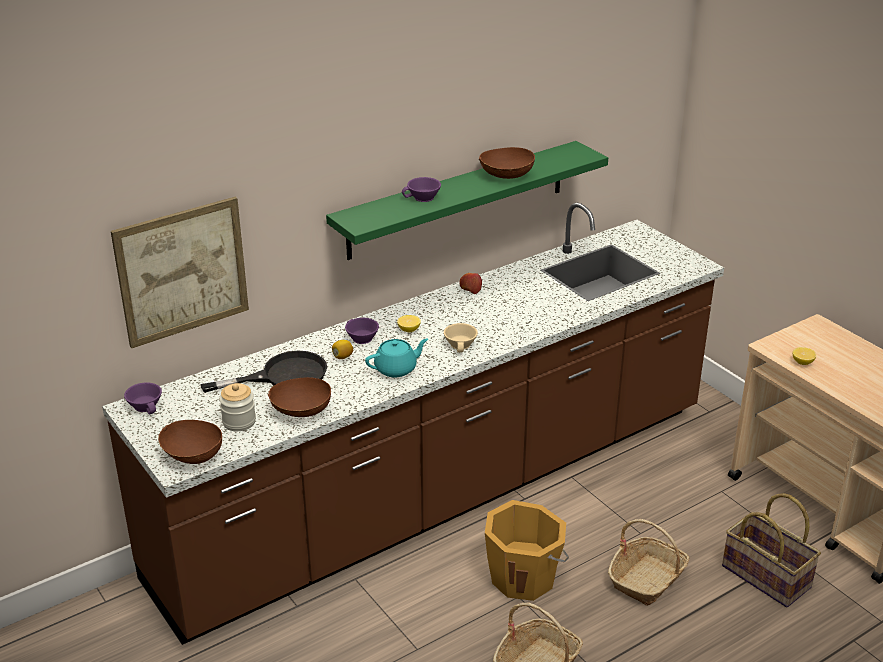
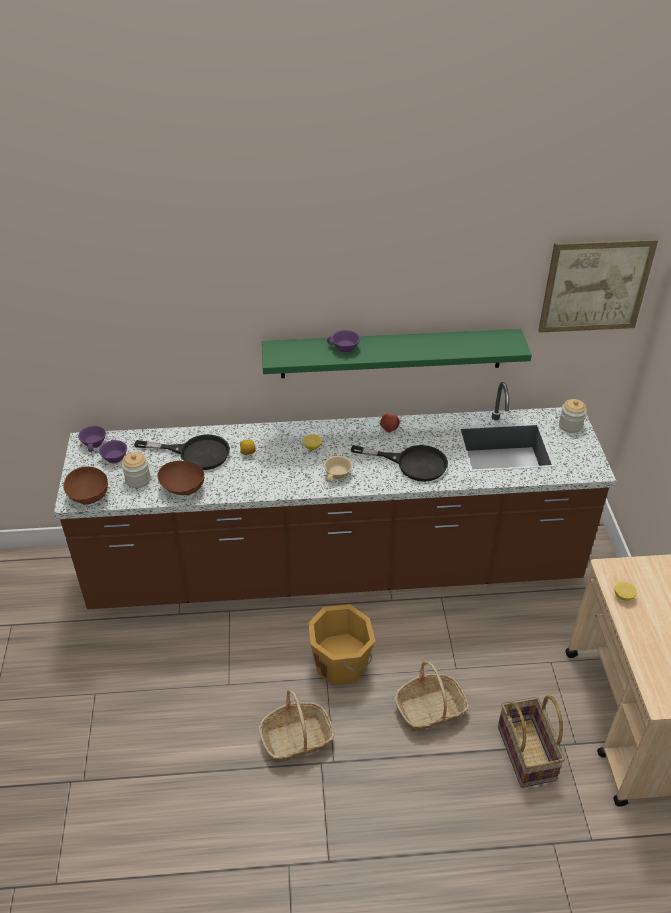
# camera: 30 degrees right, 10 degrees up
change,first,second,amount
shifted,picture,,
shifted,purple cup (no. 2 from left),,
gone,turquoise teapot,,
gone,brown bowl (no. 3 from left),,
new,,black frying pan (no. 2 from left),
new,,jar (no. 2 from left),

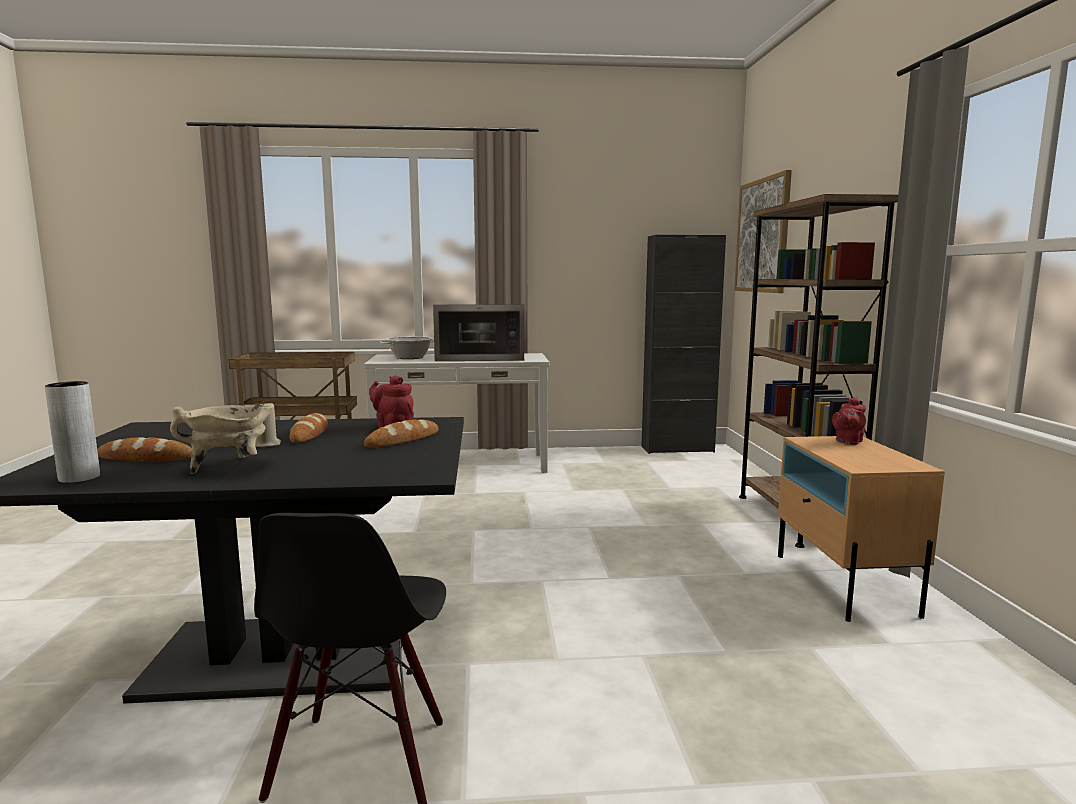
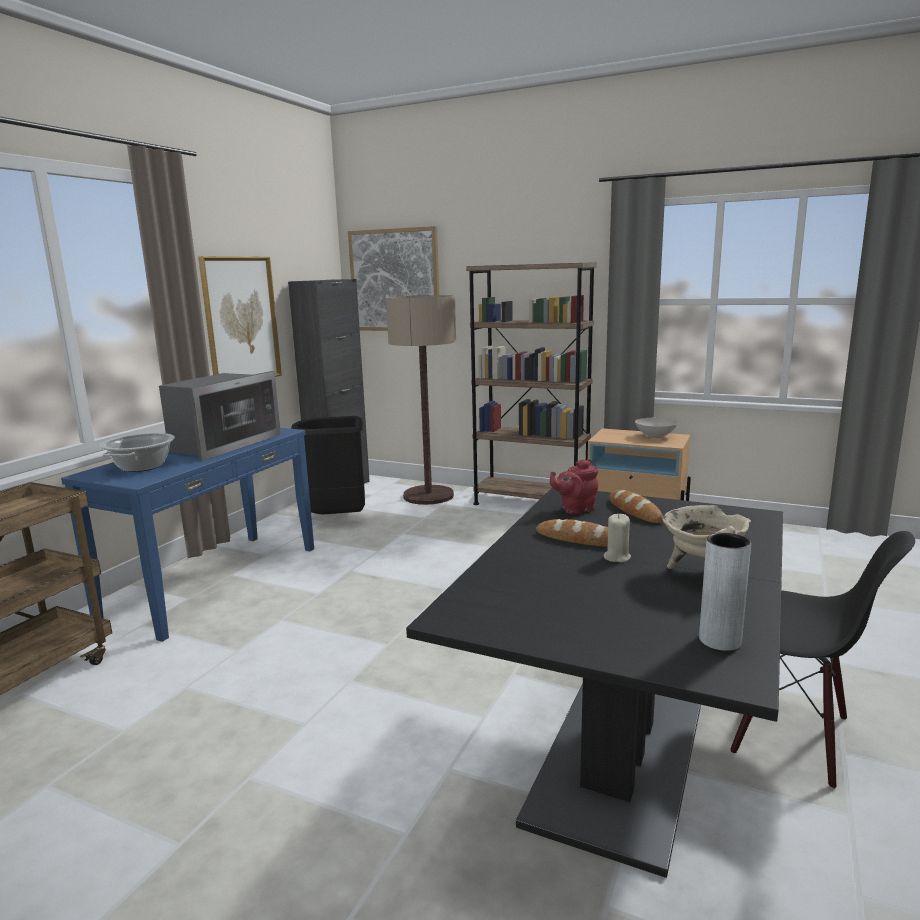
# camera: 60 degrees left, 5 degrees up
change,first,second,amount
gone,bread (no. 1 from left),,
repainted,white console table,blue console table,
gone,red teapot (no. 2 from left),,
new,,picture (no. 1 from left),
new,,black trash can,
new,,floor lamp,
new,,white bowl,

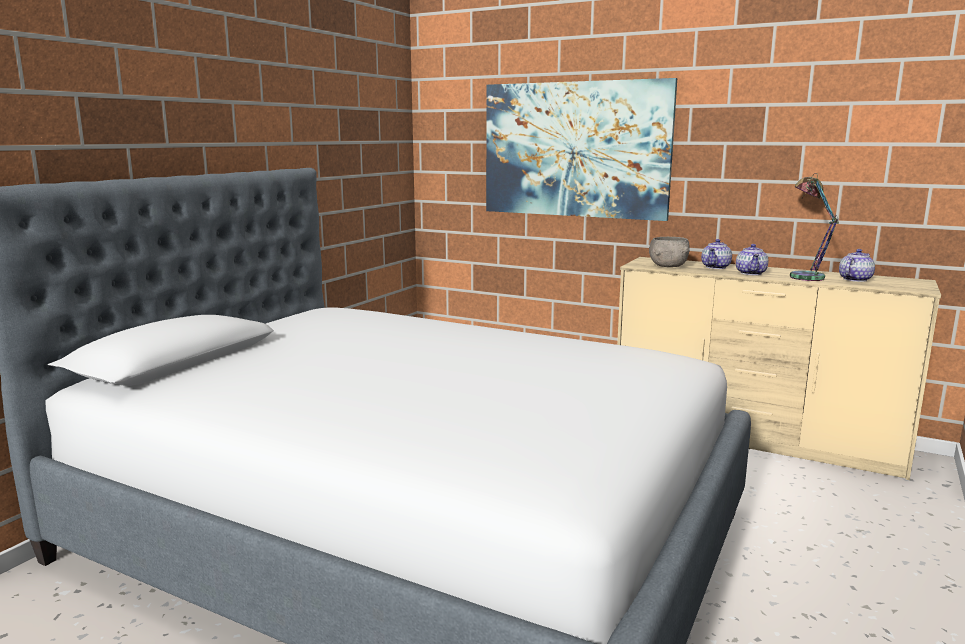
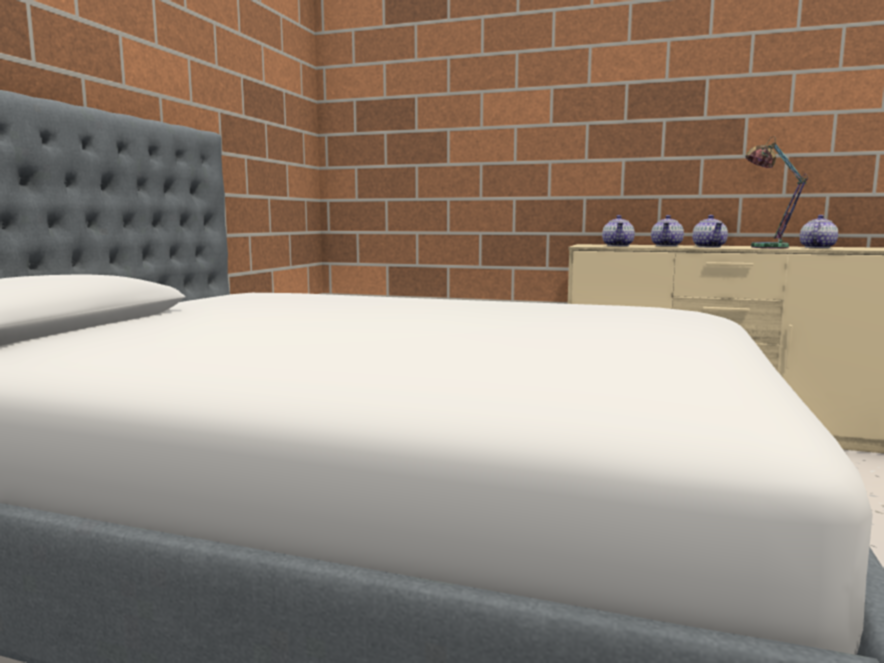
# camera: 10 degrees left, 5 degrees down
change,first,second,amount
gone,picture,,
swapped,grey bowl,teapot (no. 1 from left),

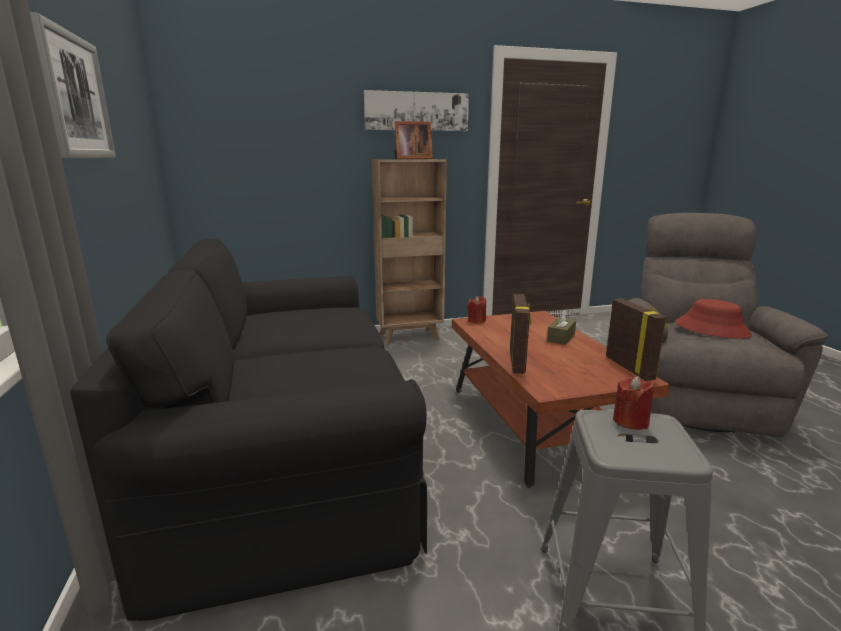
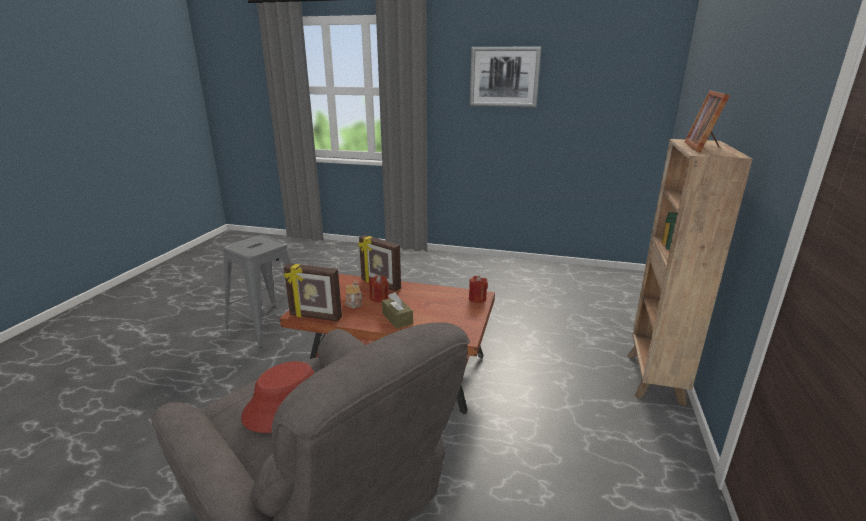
# camera: 120 degrees right, 5 degrees up
change,first,second,amount
gone,black sofa,,
gone,picture (no. 2 from left),,
shifted,red candle (no. 2 from left in the first image),red candle (no. 1 from left),
new,,teapot,

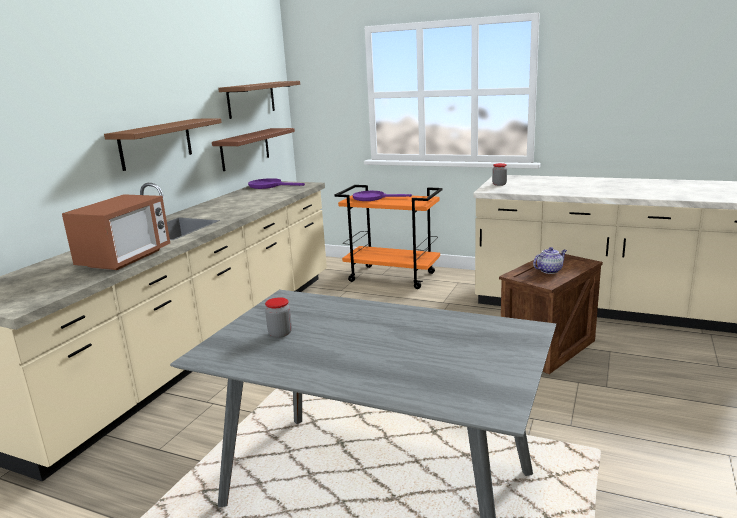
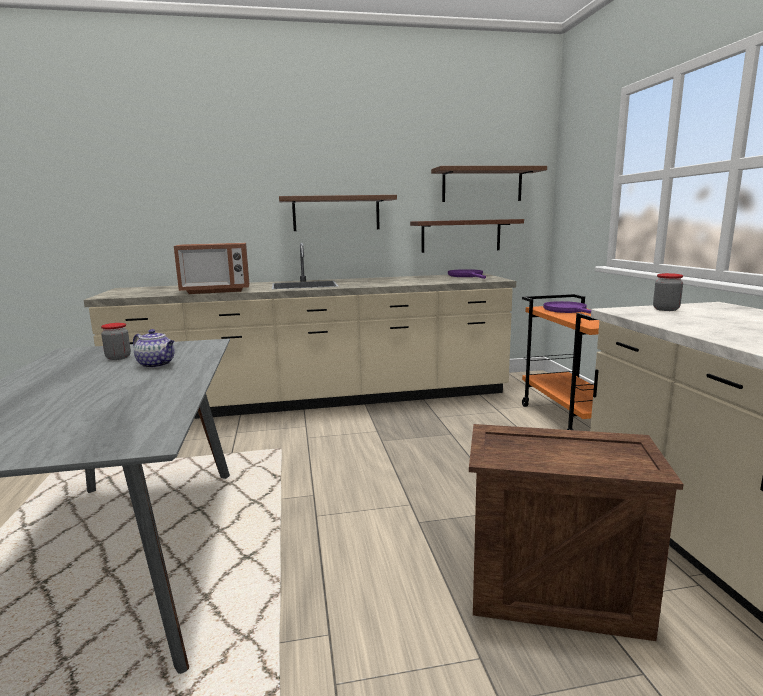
# camera: 55 degrees right, 5 degrees down
change,first,second,amount
shifted,teapot,,

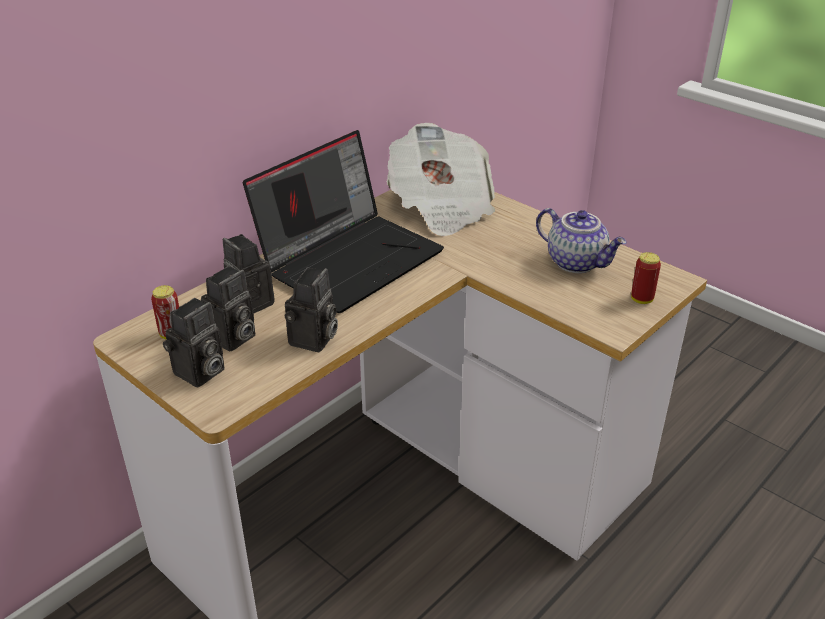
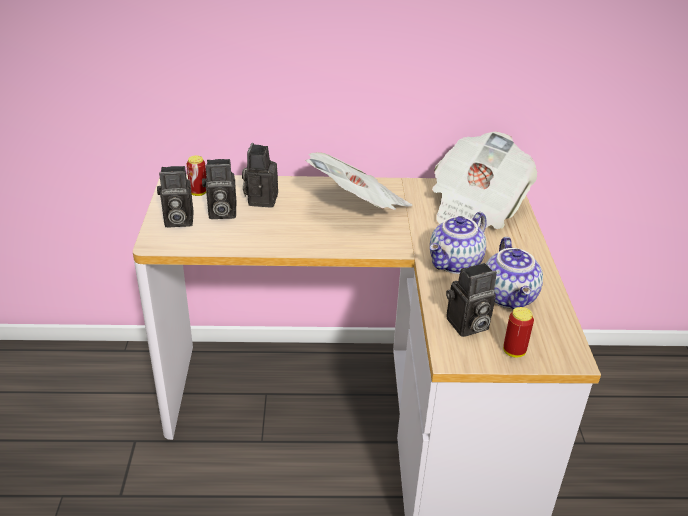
# camera: 45 degrees right, 0 degrees up
change,first,second,amount
swapped,laptop,newspaper (no. 1 from left),
shifted,photo camera (no. 4 from left),,
new,,teapot (no. 1 from left),

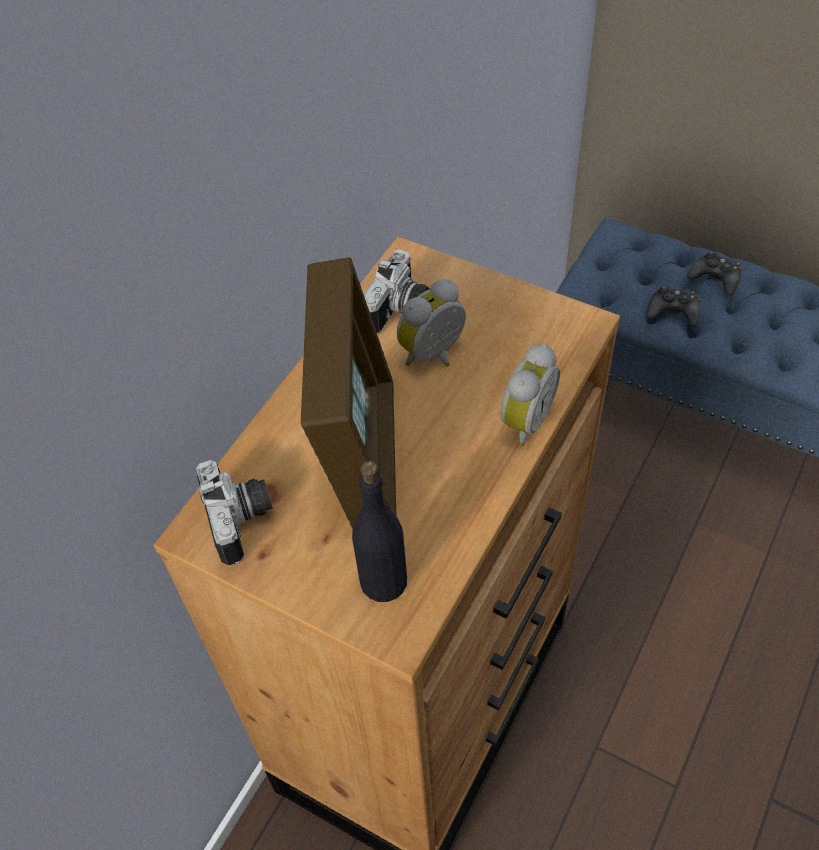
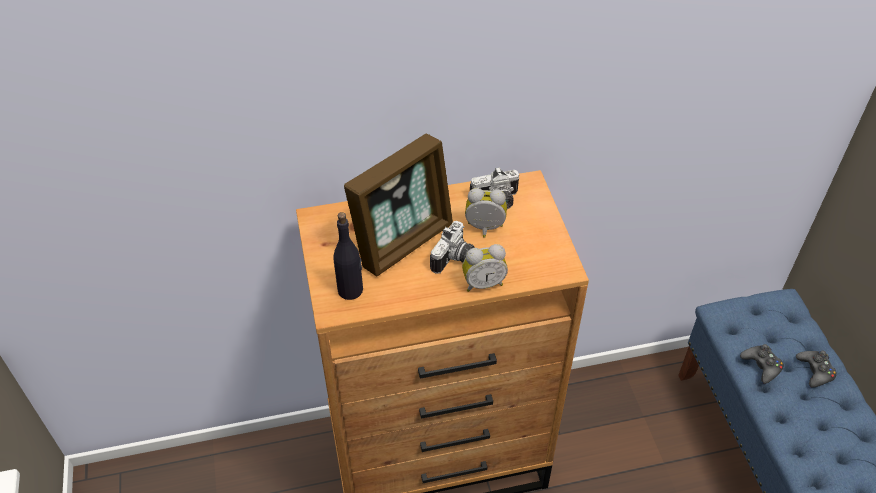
# camera: 45 degrees right, 5 degrees down
change,first,second,amount
shifted,photo camera (no. 1 from left),,

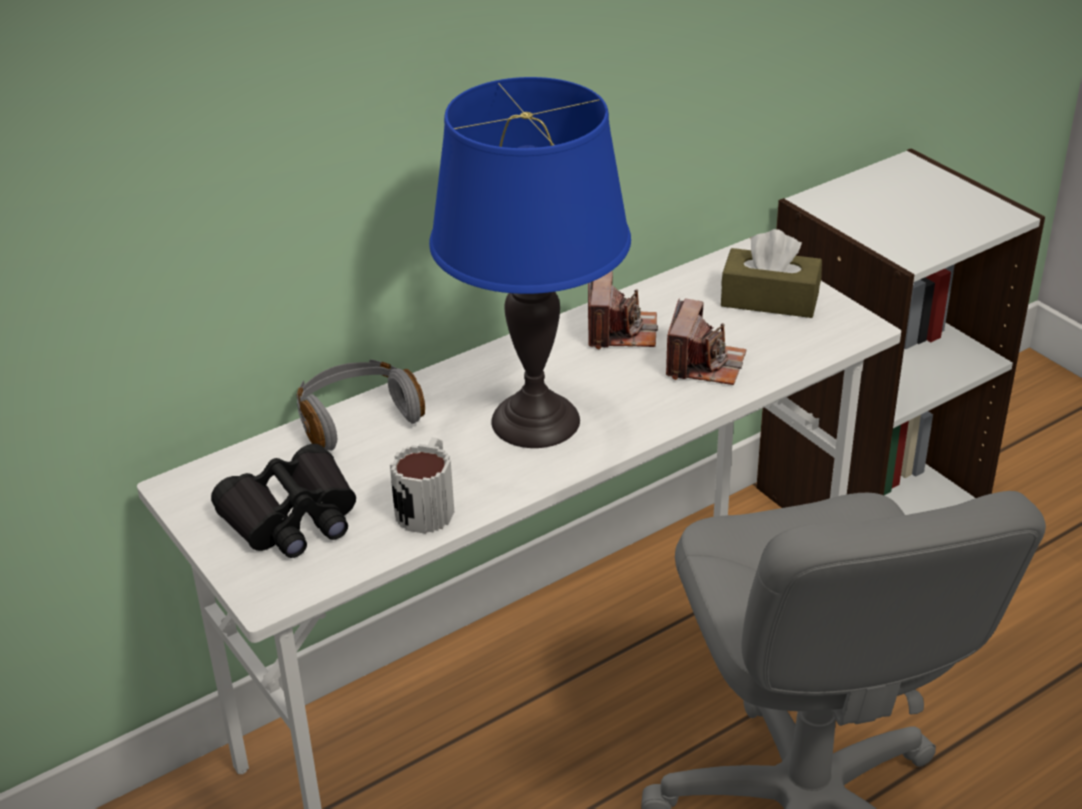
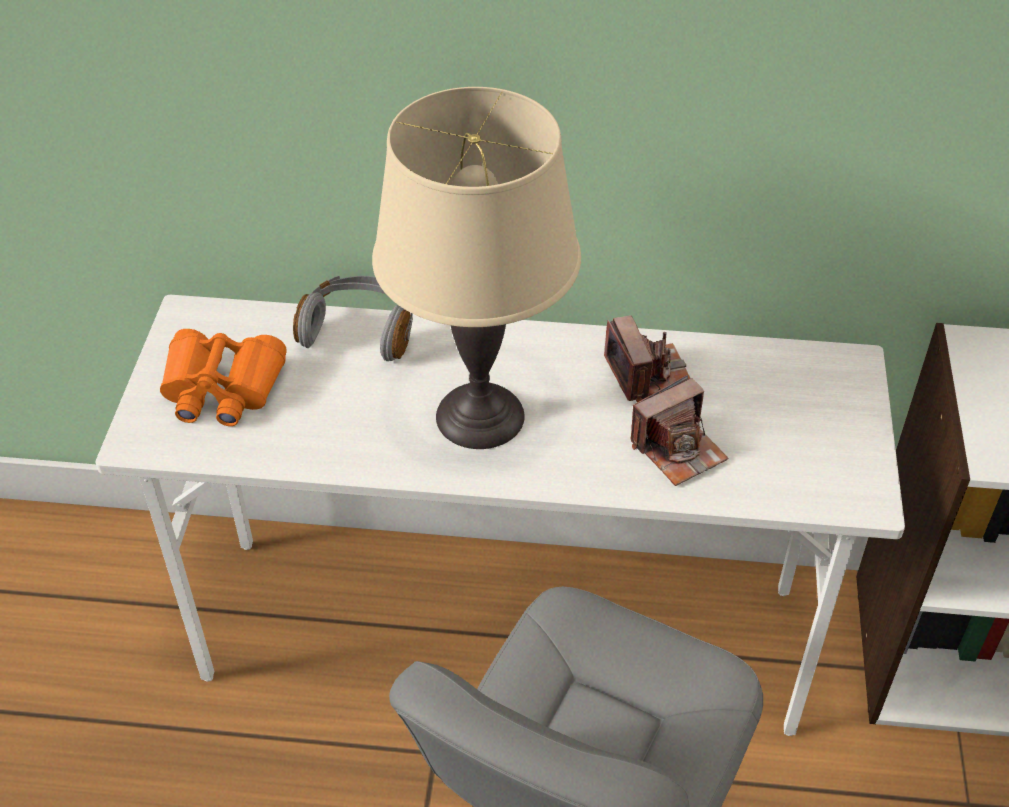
# camera: 40 degrees right, 10 degrees up
change,first,second,amount
repainted,black binoculars,orange binoculars,
gone,mug,,
repainted,blue table lamp,beige table lamp,
rotated,photo camera (no. 1 from left),,60 degrees counterclockwise
gone,brown tissue box,,

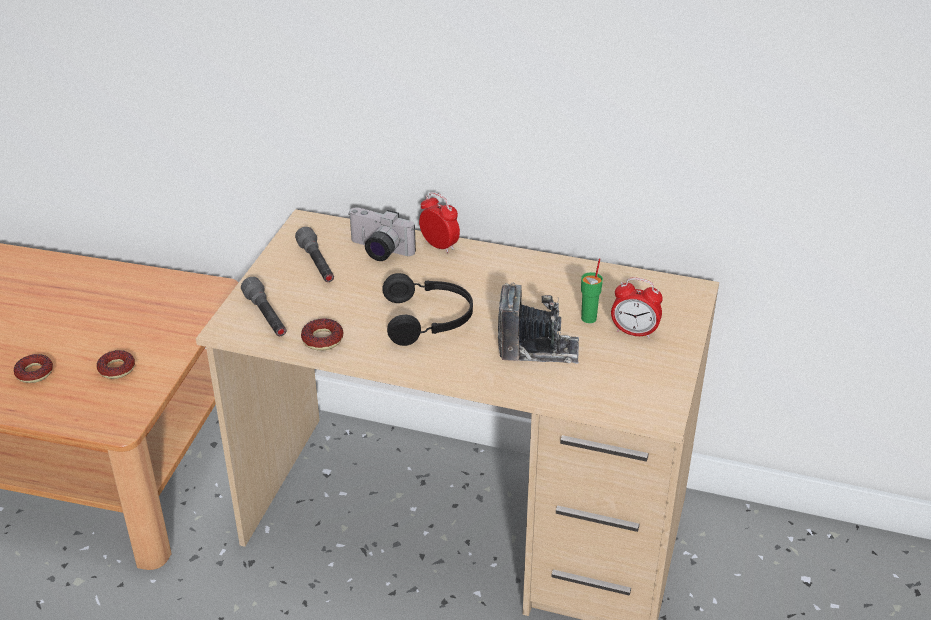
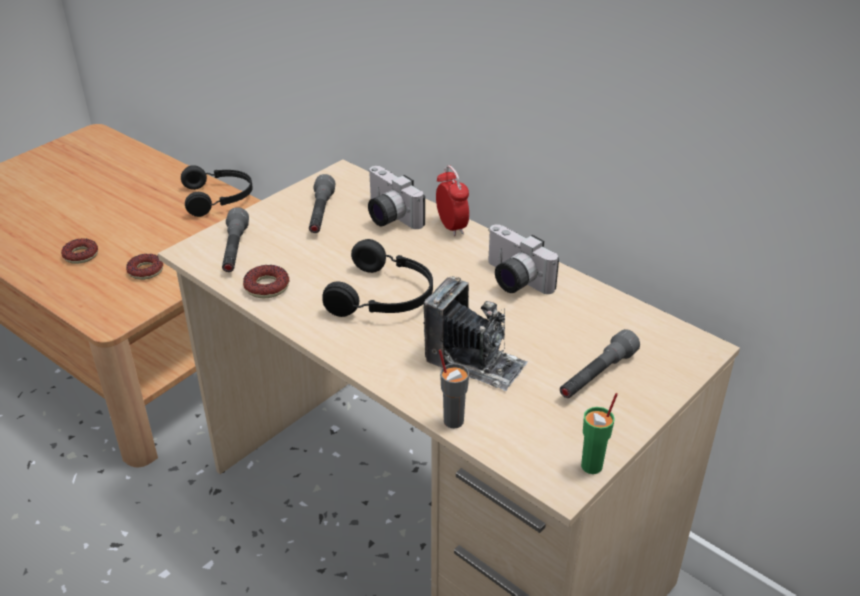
# camera: 25 degrees right, 0 degrees up
change,first,second,amount
shifted,green cup,,
swapped,alarm clock (no. 2 from left),grey flashlight (no. 3 from left),
new,,black headphones (no. 1 from left),
new,,grey cup,
new,,photo camera (no. 3 from left),

